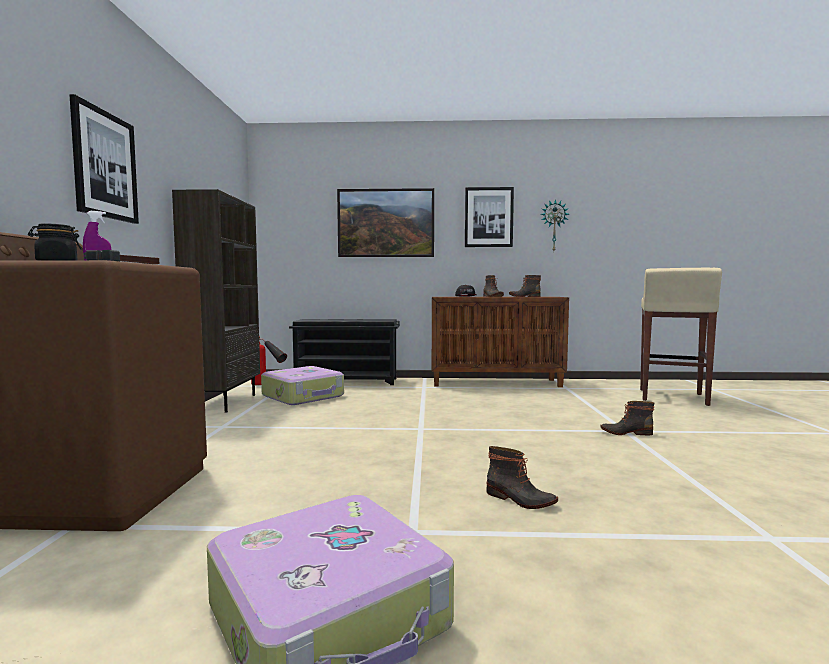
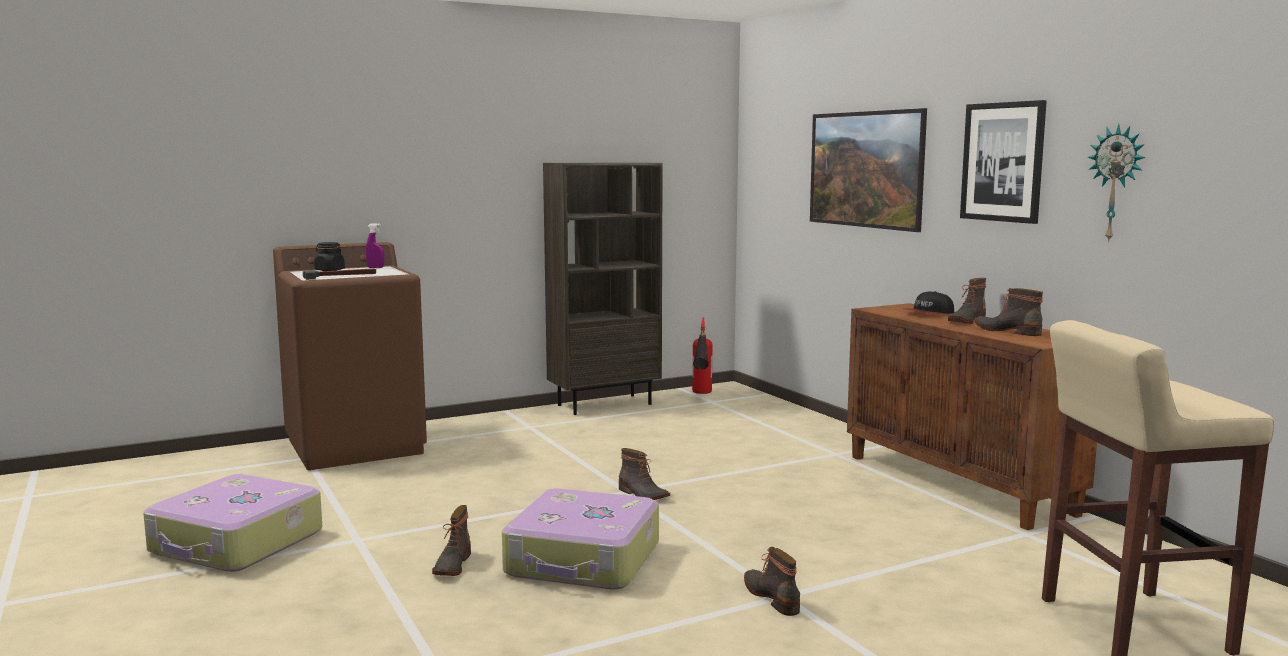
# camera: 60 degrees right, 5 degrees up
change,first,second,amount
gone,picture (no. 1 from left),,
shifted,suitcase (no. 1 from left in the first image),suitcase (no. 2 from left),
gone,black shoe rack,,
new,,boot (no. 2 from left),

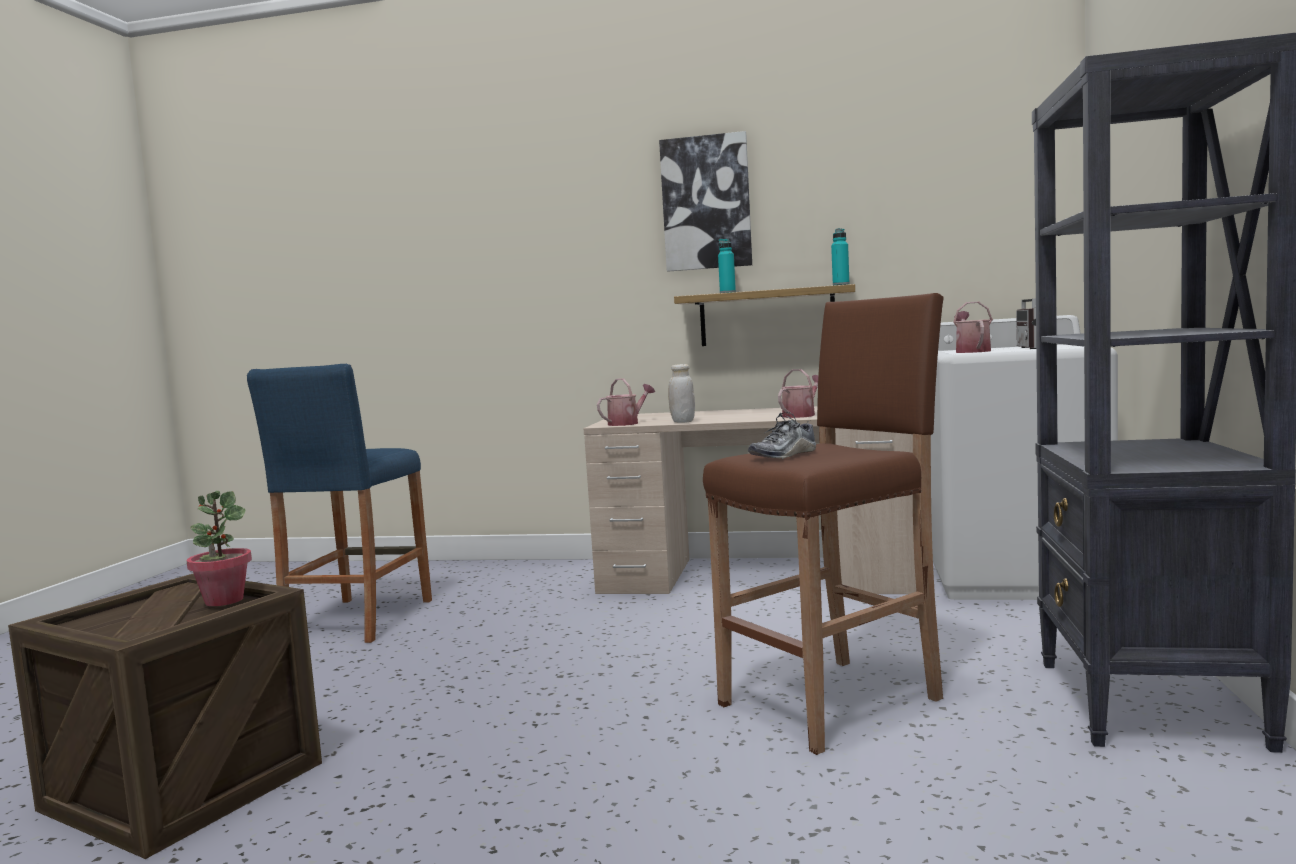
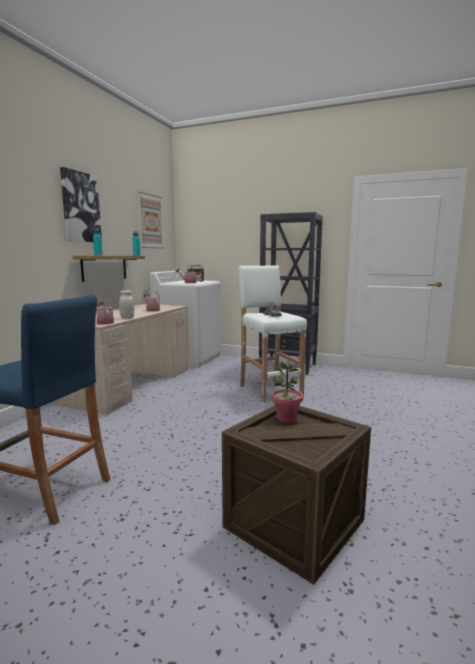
# camera: 80 degrees left, 5 degrees up
change,first,second,amount
repainted,brown stool,white stool,
new,,picture (no. 2 from left),

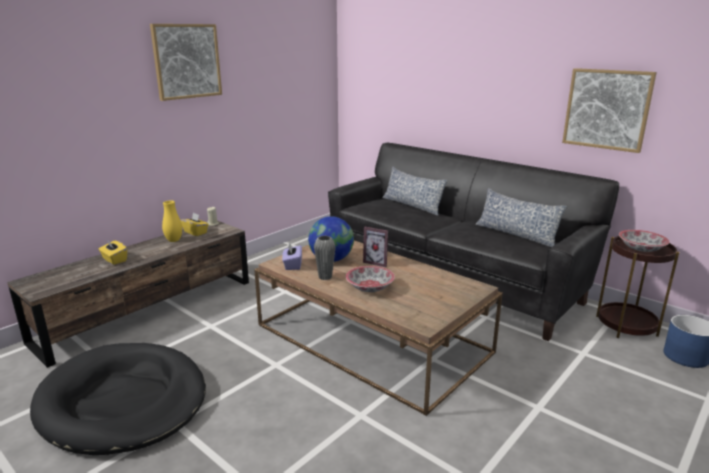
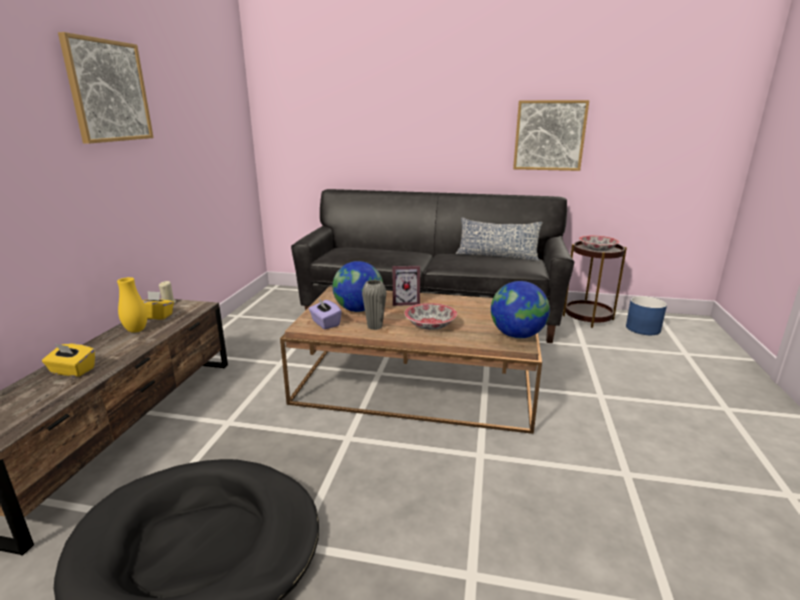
# camera: 30 degrees left, 0 degrees up
change,first,second,amount
gone,pillow (no. 1 from left),,
new,,globe (no. 2 from left),

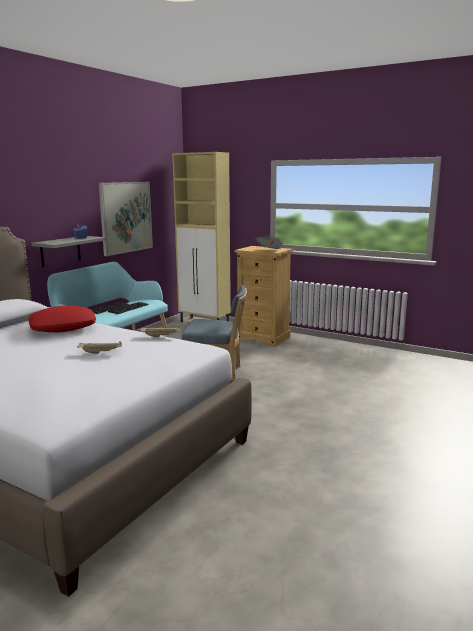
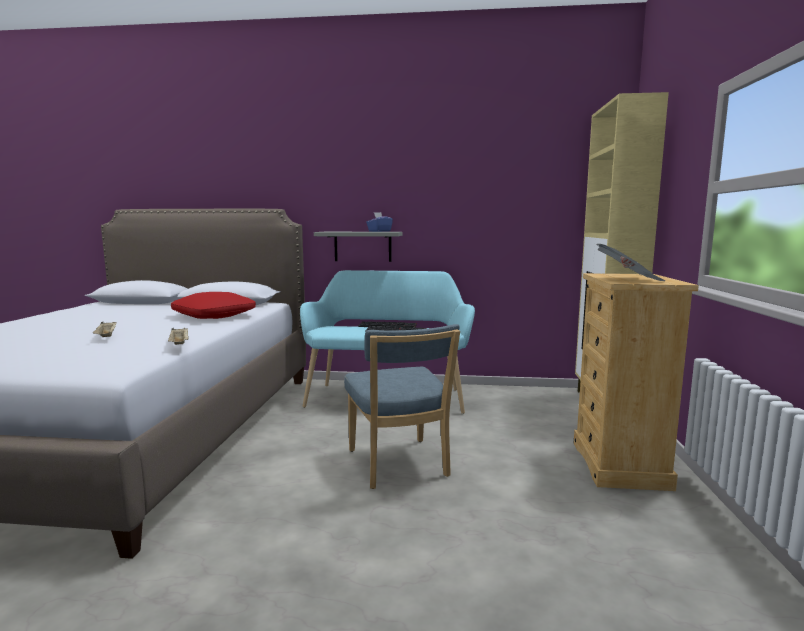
# camera: 65 degrees right, 5 degrees down
change,first,second,amount
gone,picture,,

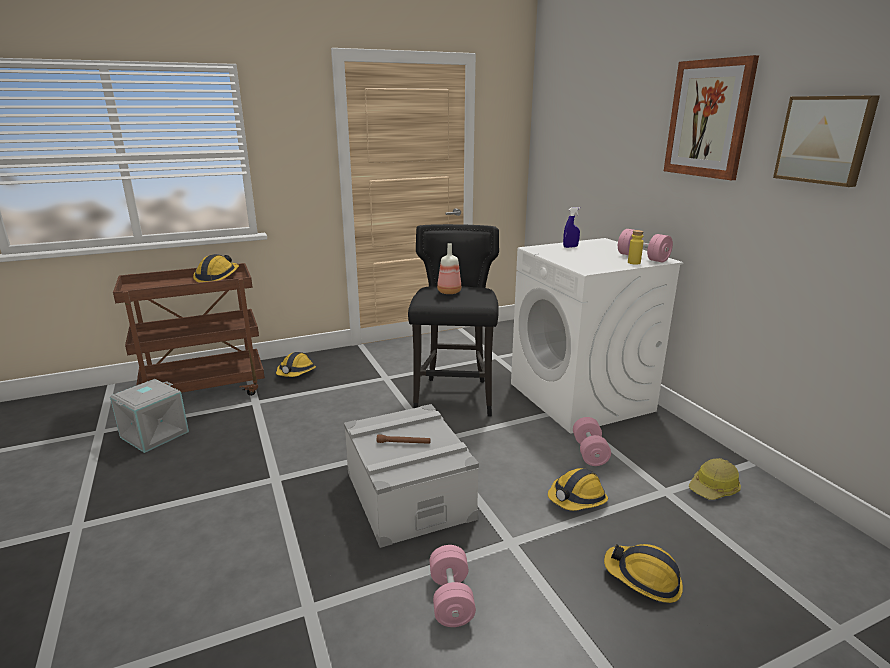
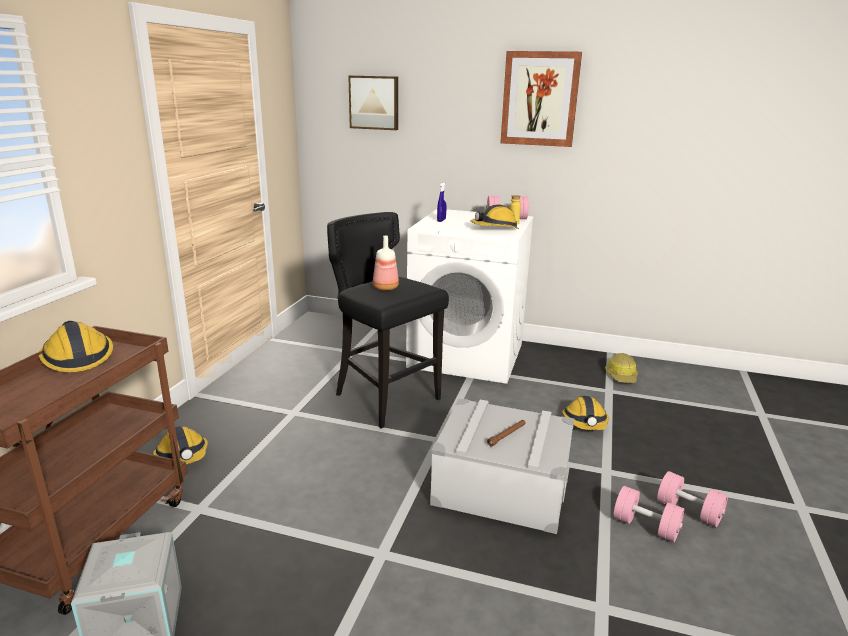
# camera: 50 degrees left, 0 degrees up
change,first,second,amount
shifted,pink dumbbell (no. 2 from left in the first image),pink dumbbell (no. 3 from left),
shifted,hard hat (no. 4 from left in the first image),hard hat (no. 3 from left),
shifted,picture (no. 2 from left in the first image),picture (no. 1 from left),

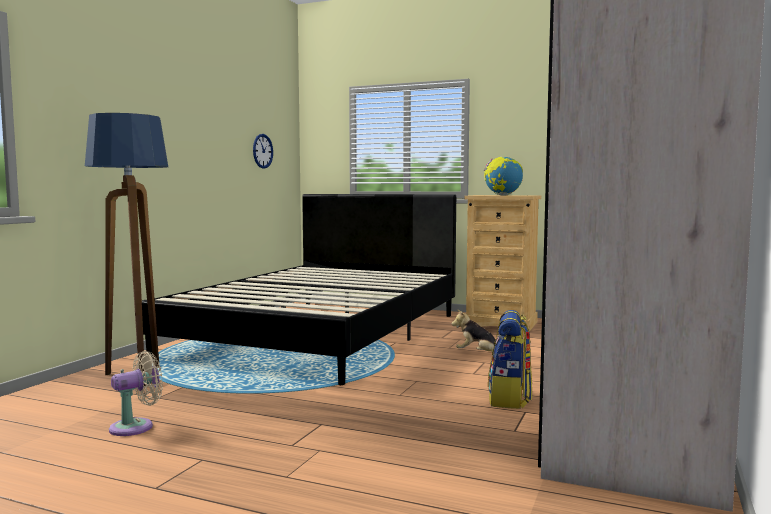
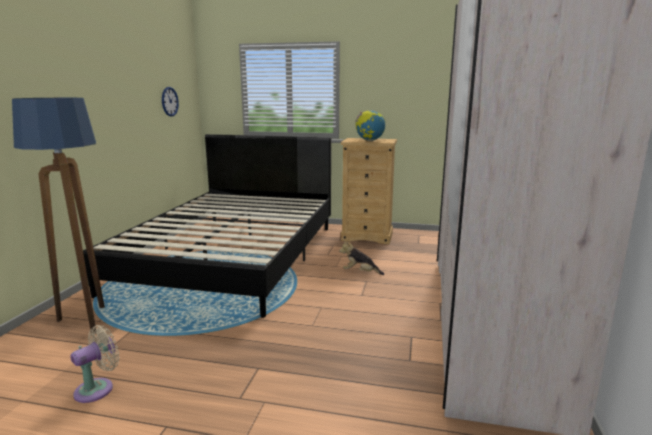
# camera: 10 degrees left, 10 degrees up
change,first,second,amount
gone,backpack,,

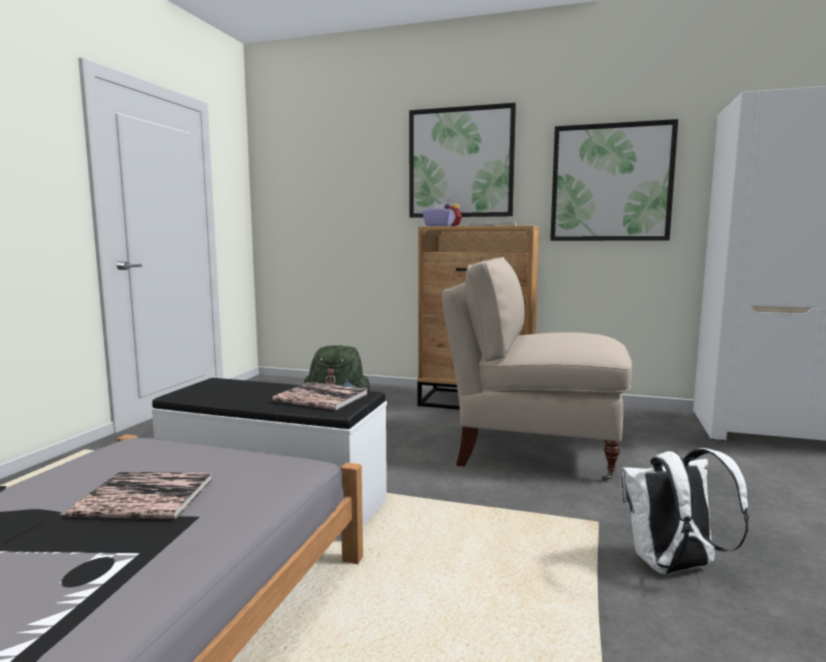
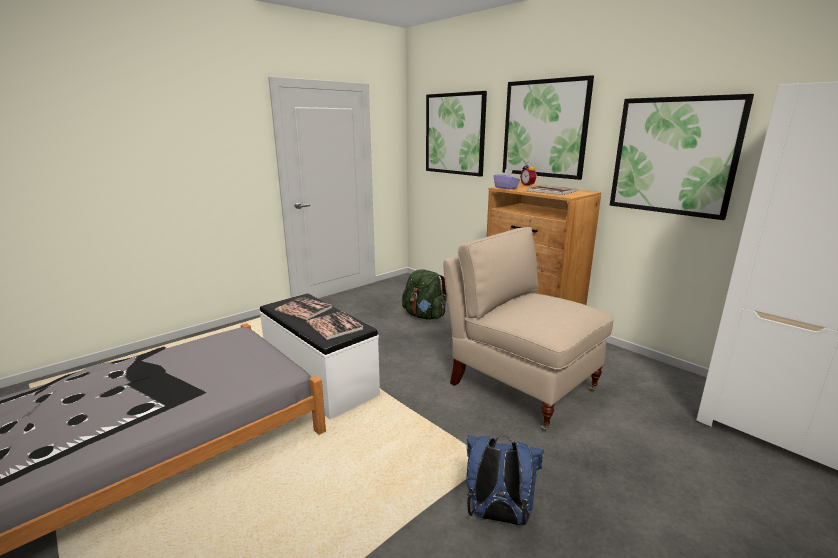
# camera: 30 degrees right, 10 degrees up
change,first,second,amount
shifted,book (no. 1 from left),,
repainted,white backpack,blue backpack,
new,,picture (no. 1 from left),

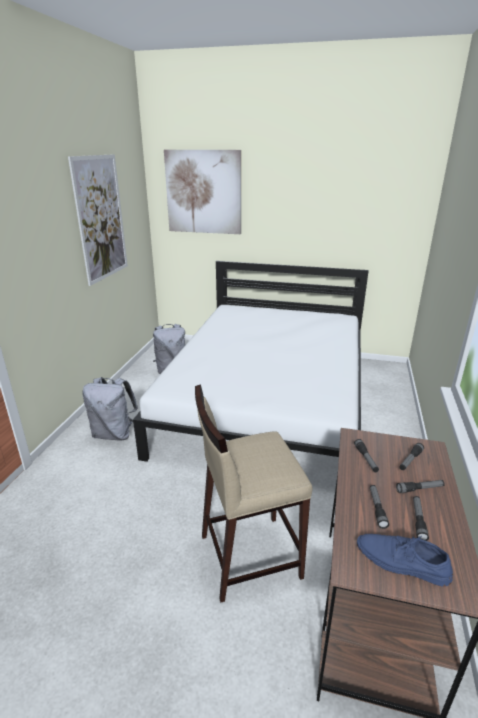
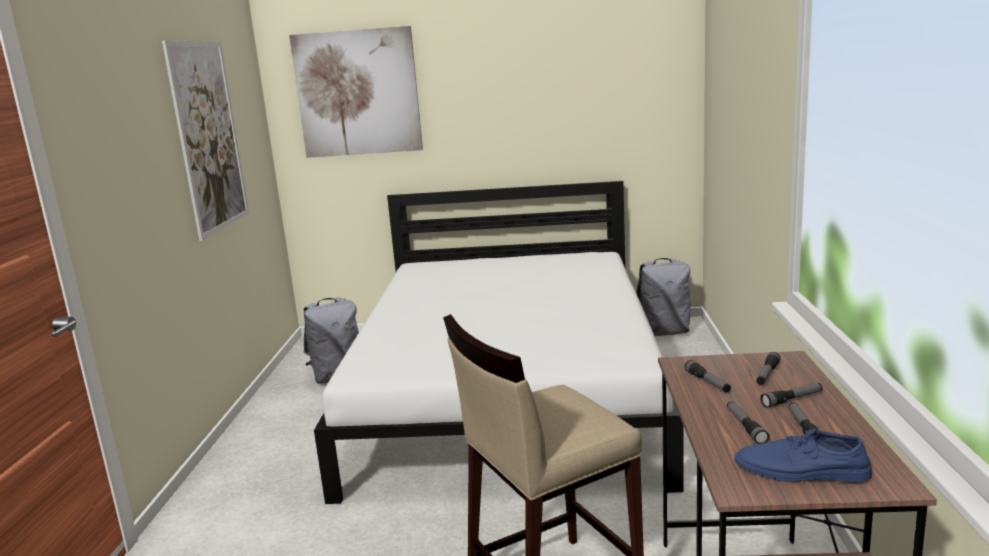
# camera: 10 degrees left, 10 degrees down
change,first,second,amount
shifted,grey backpack (no. 1 from left in the first image),grey backpack (no. 2 from left),

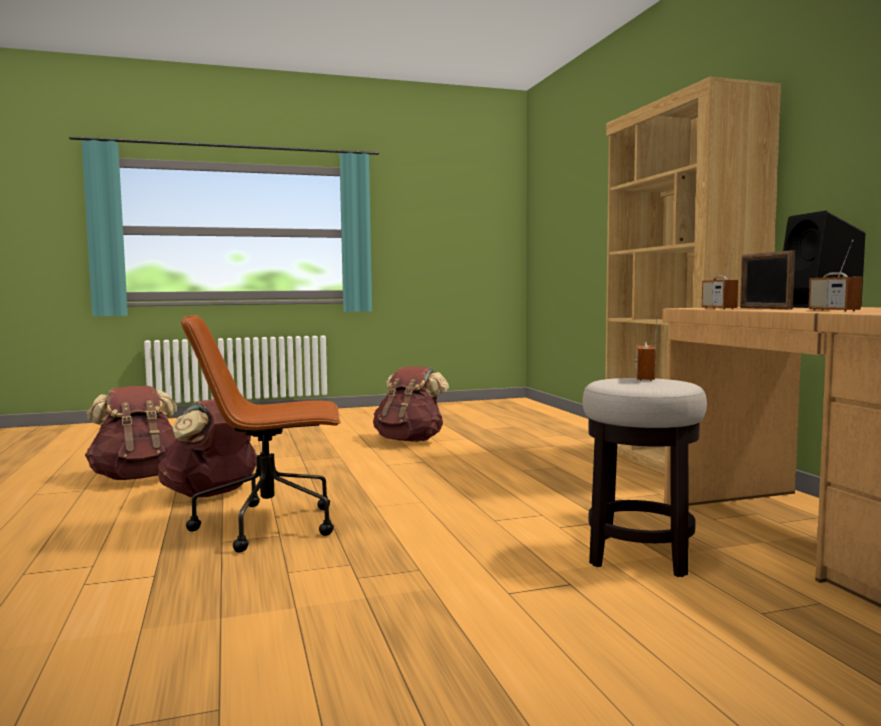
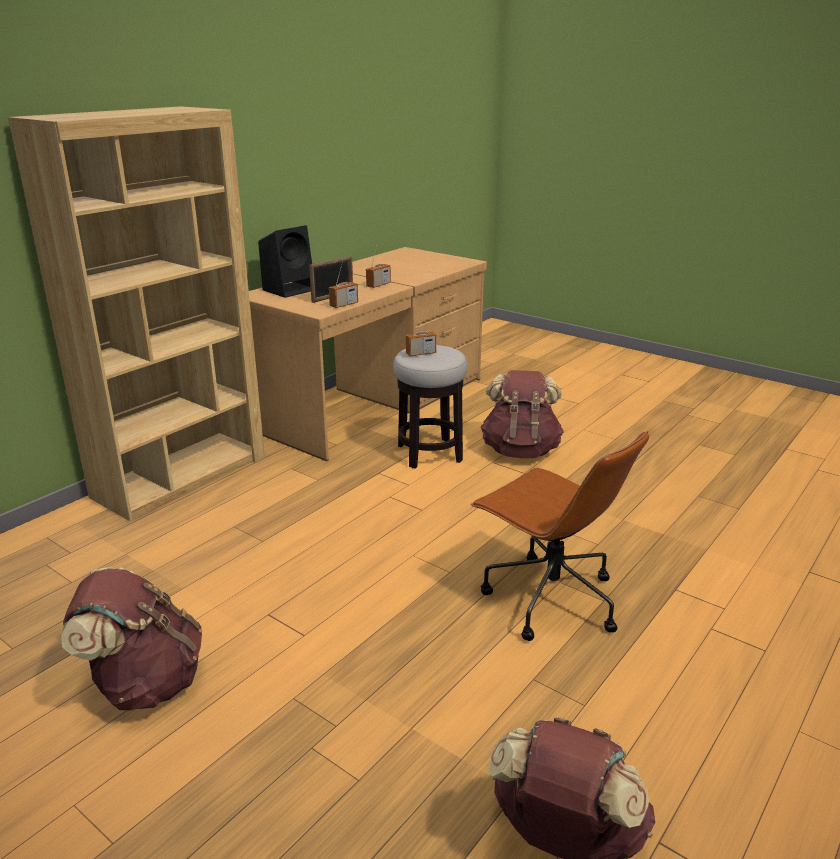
# camera: 125 degrees left, 20 degrees up
change,first,second,amount
shifted,brown backpack (no. 2 from left),,

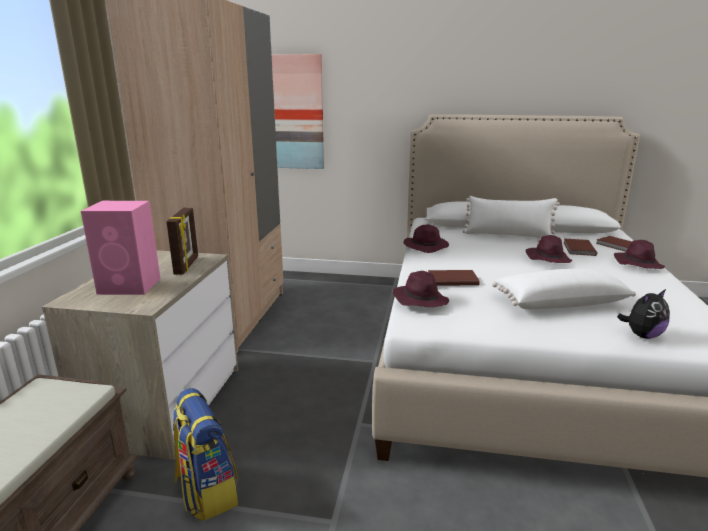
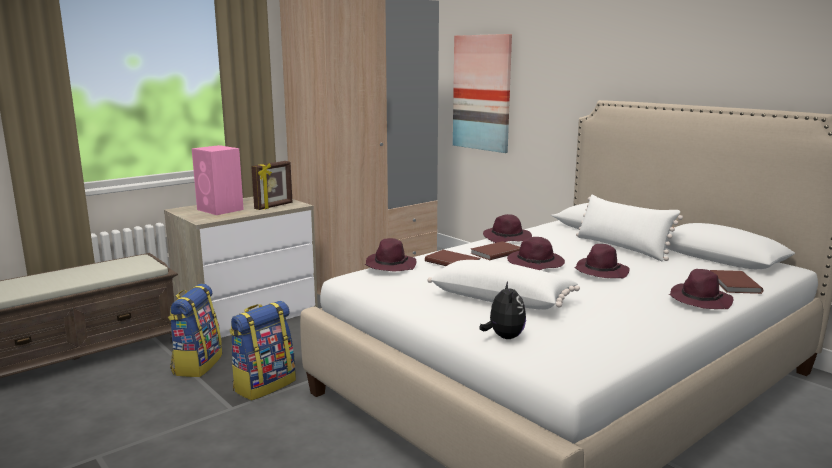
# camera: 40 degrees right, 5 degrees down
change,first,second,amount
shifted,brown book (no. 2 from left),,
rotated,plush toy,,105 degrees counterclockwise
new,,backpack (no. 2 from left),
new,,purple hat (no. 3 from left),

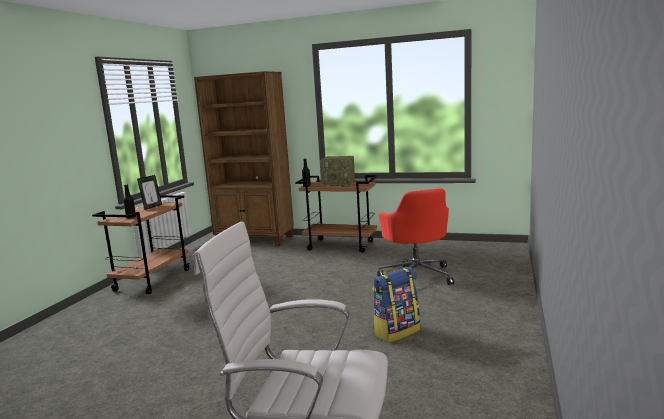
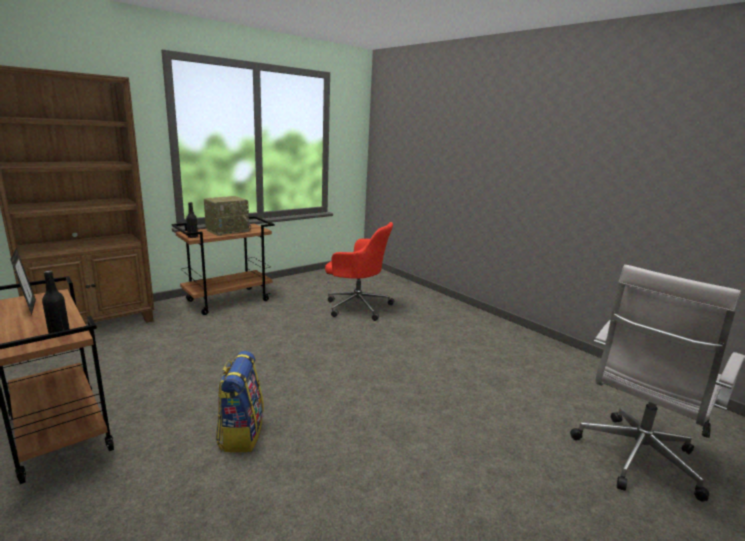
# camera: 60 degrees left, 5 degrees up
change,first,second,amount
shifted,backpack,,

